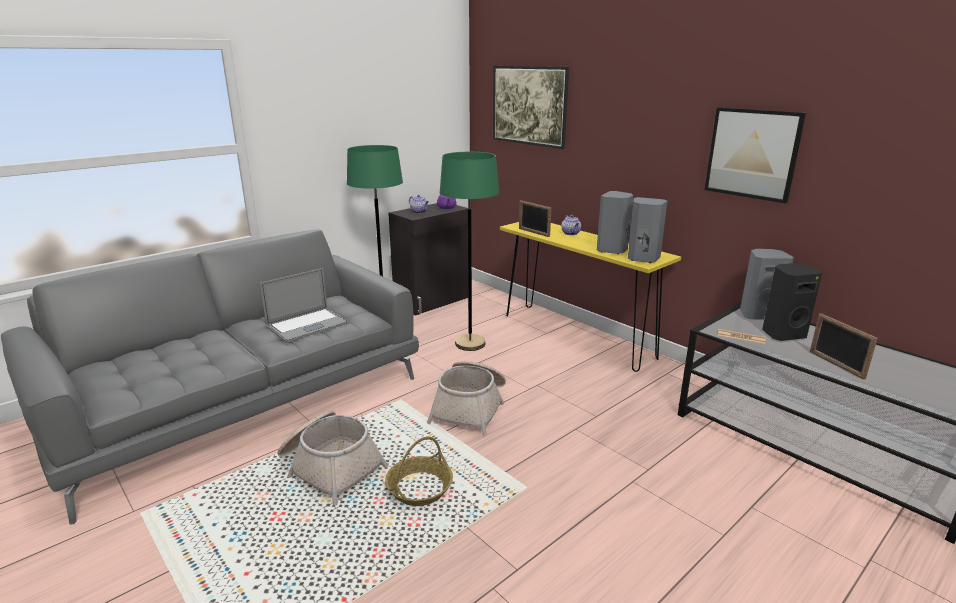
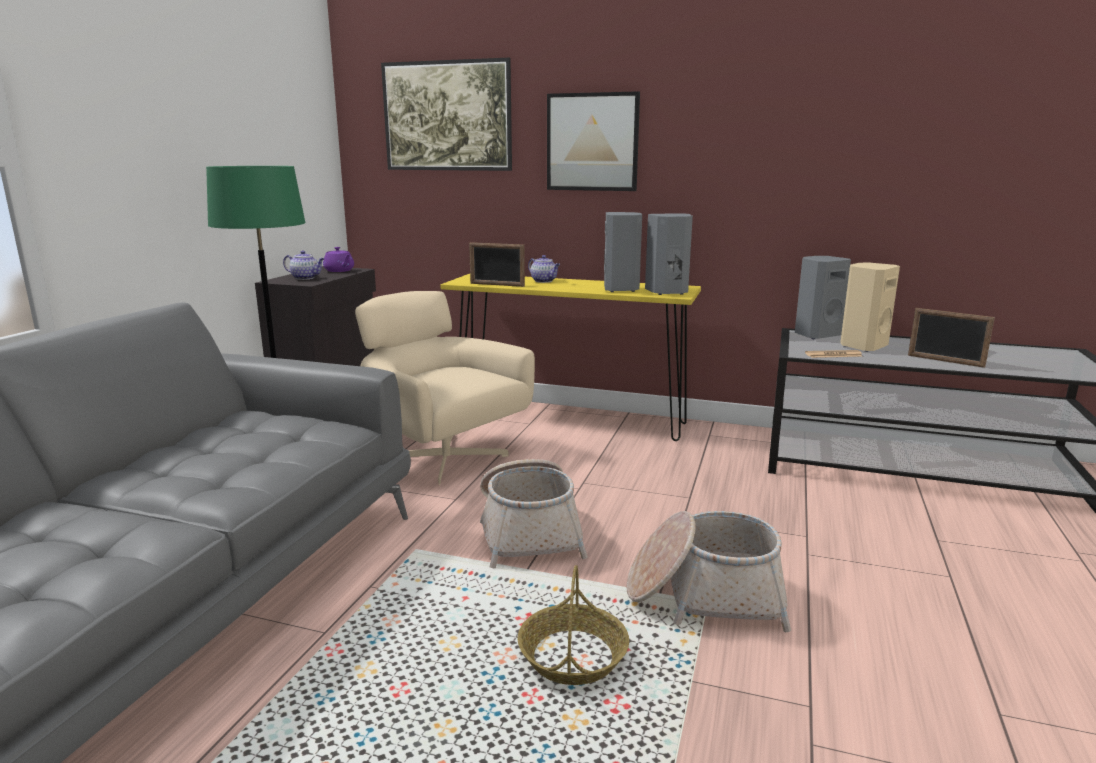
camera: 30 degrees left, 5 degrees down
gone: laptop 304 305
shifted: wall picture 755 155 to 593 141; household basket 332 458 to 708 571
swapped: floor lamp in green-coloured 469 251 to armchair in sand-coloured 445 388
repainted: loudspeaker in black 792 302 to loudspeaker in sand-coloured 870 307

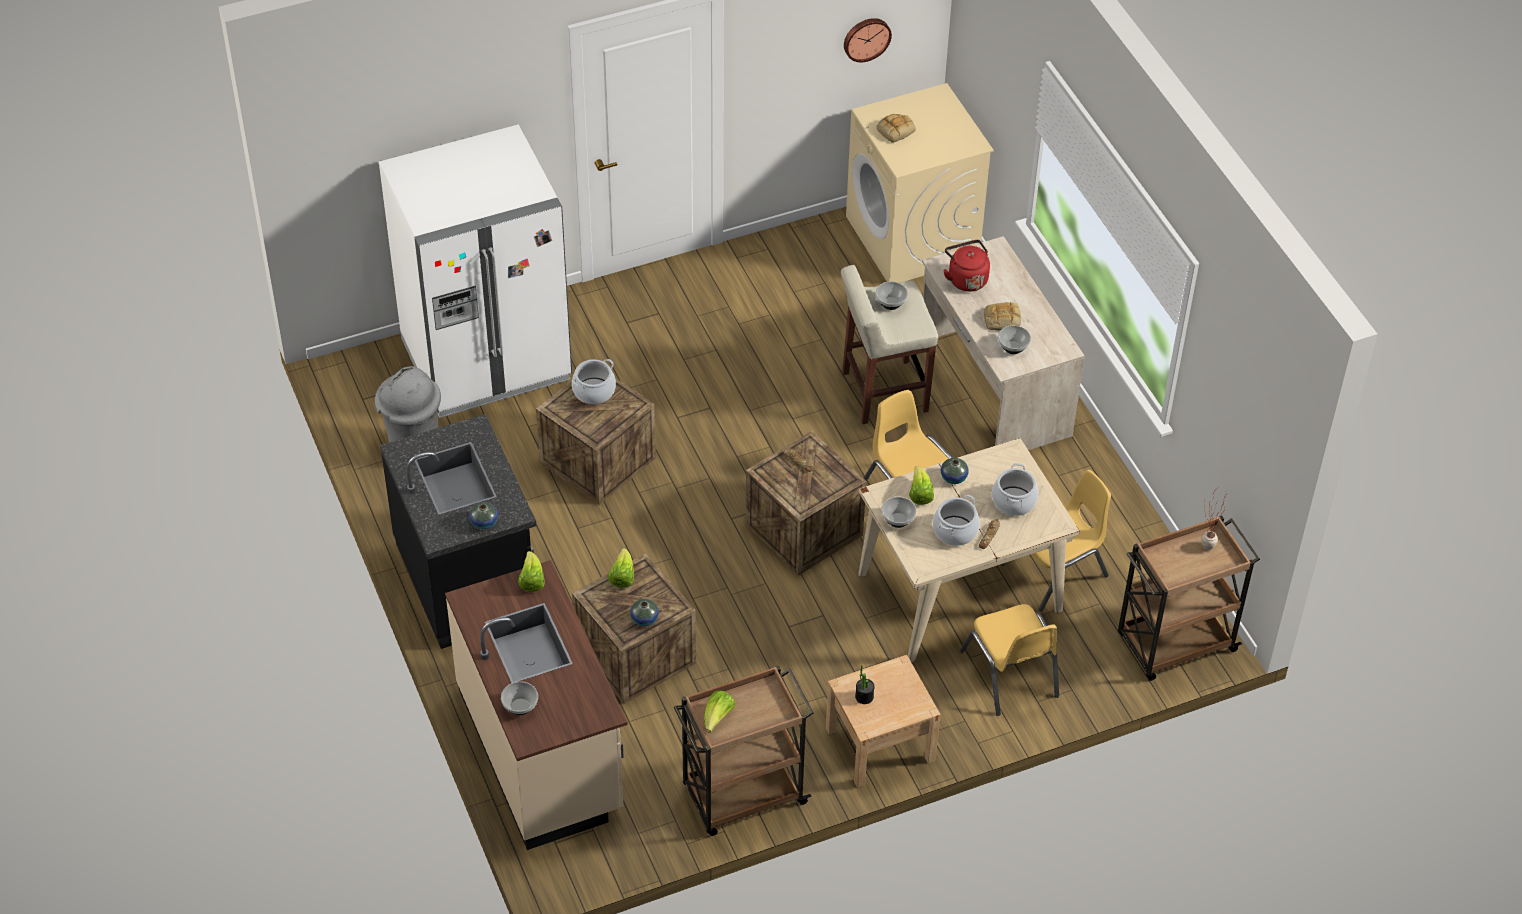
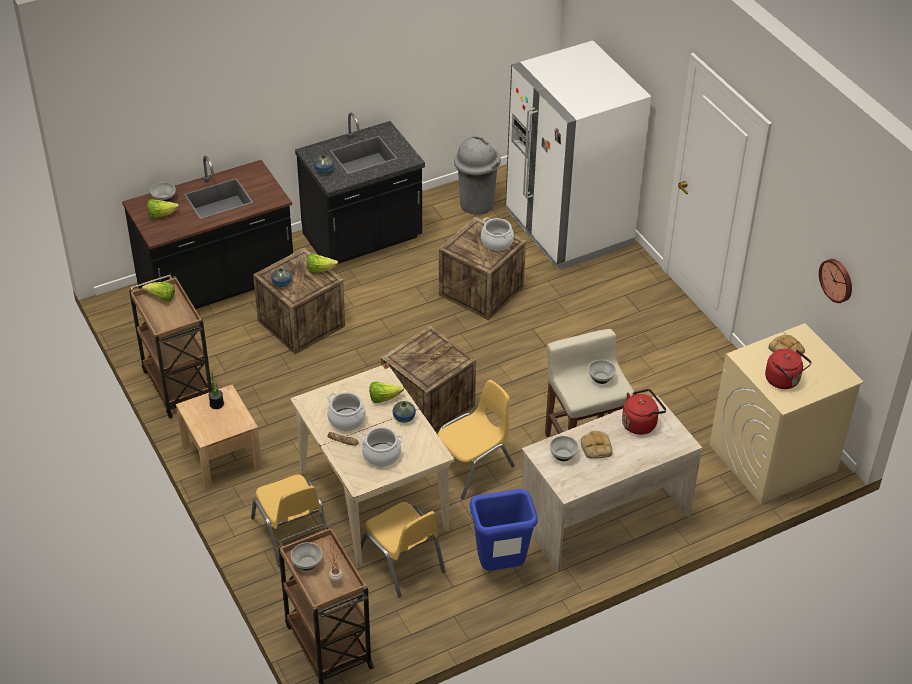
camera: 85 degrees right, 5 degrees down
new: kettle in red 788 369; waste bin in blue-coloured 504 530
shifted: serving bowl 899 512 to 306 556; head of lettuce 531 571 to 163 209
repainted: kitchen base unit in sand-coloured 536 705 to kitchen base unit in black 207 232
rotated: upright chair in yellow 1009 660 = 289 521 90 degrees counterclockwise

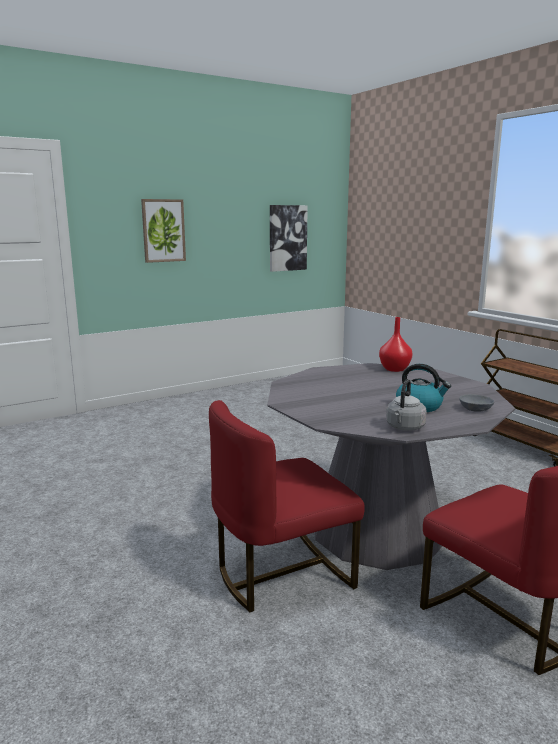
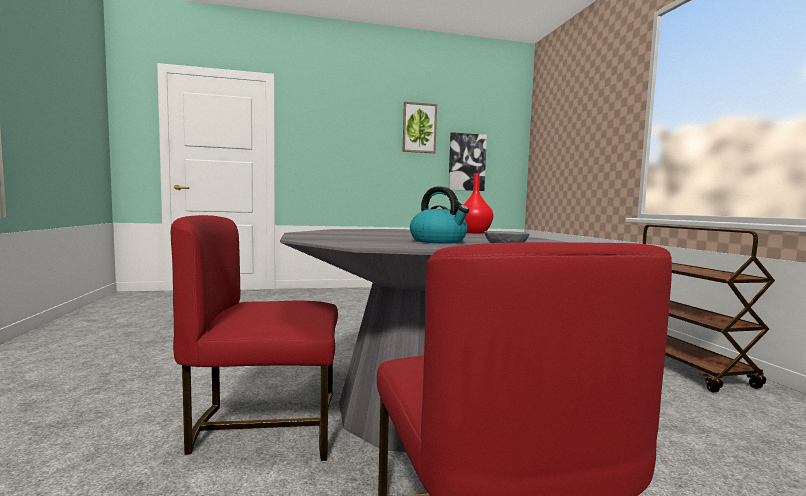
camera: 20 degrees right, 10 degrees down
gone: kettle in gray 406 405
shifted: wall picture 163 231 to 420 127

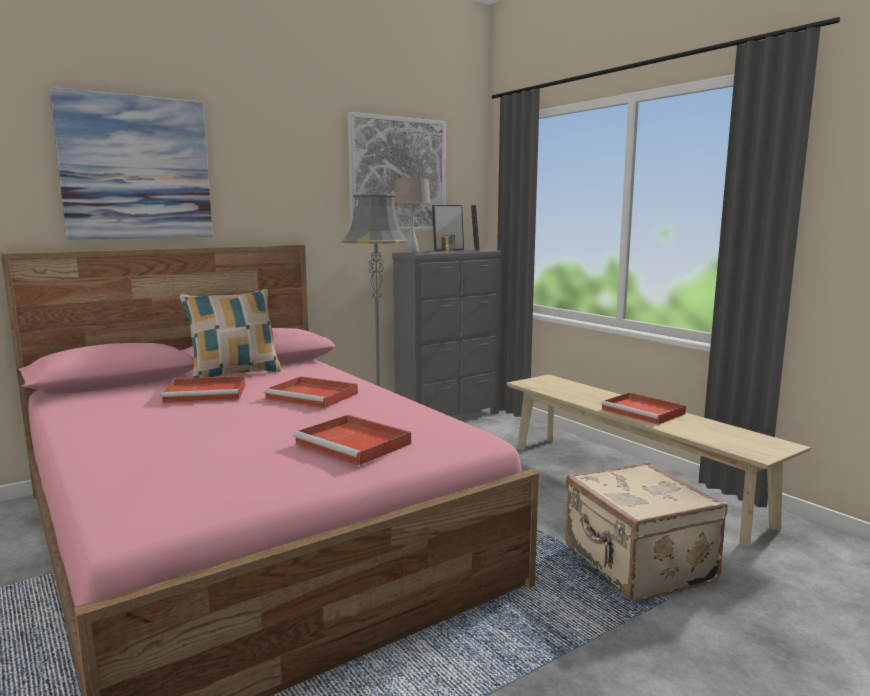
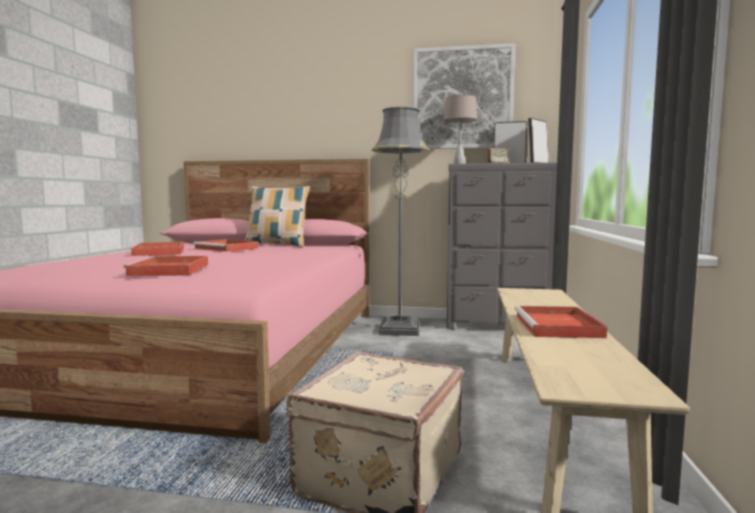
camera: 45 degrees right, 5 degrees down
gone: wall picture 131 163
shifted: tray in red 311 392 to 156 249

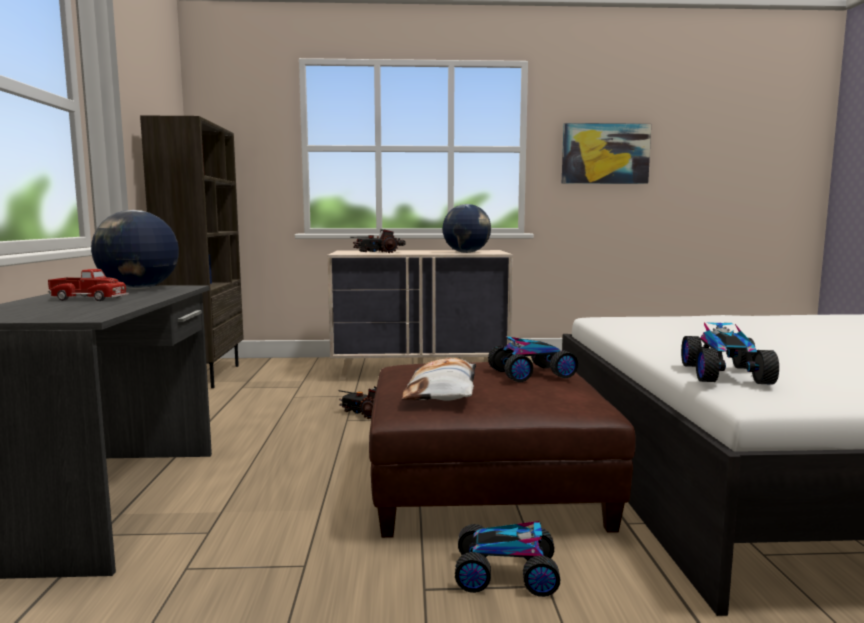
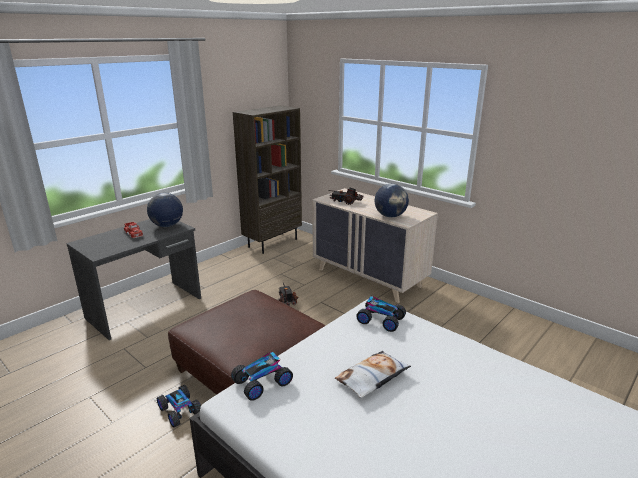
camera: 45 degrees right, 15 degrees up
gone: wall picture 606 153
shifted: toy car 533 359 to 381 314; throw pillow 439 379 to 373 374

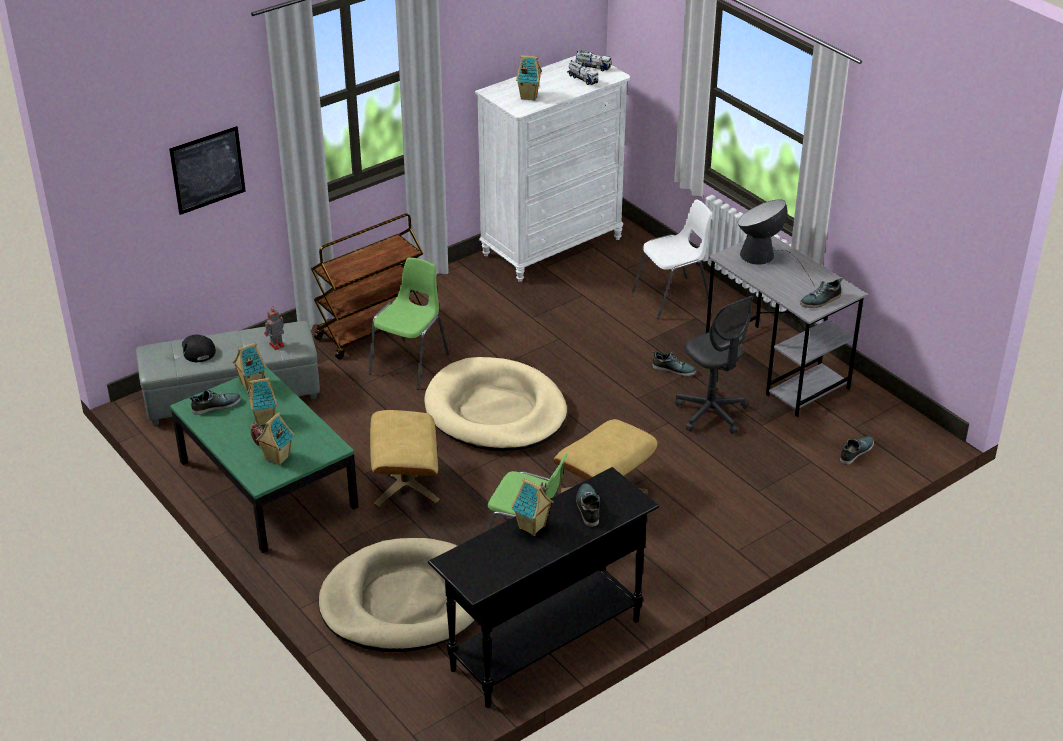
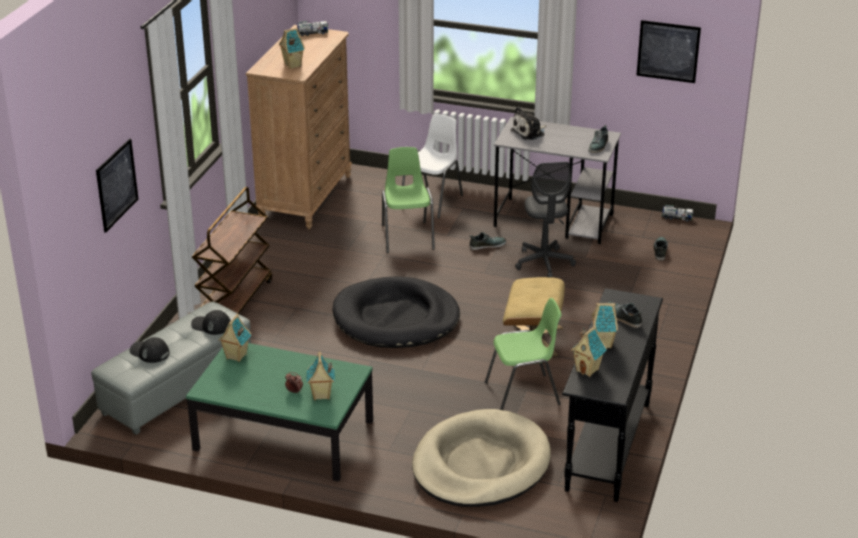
camera: 35 degrees left, 5 degrees down
gone: shoe 215 402; pouffe in sand-coloured 405 458
new: wall picture 668 51
shifted: model truck 582 72 to 677 213; upright chair in green-coloured 409 324 to 408 200; toy house 262 400 to 589 351
swapped: tabletop lamp 776 243 to soft toy 528 123; toy robot 274 328 to baseball cap in black 211 322
repainted: drawer chest in white 552 167 to drawer chest in brownish 299 127; dog cushion in sand-coloured 495 404 to dog cushion in black 396 312
rotated: desk chair in gray 714 365 = 545 220 60 degrees clockwise

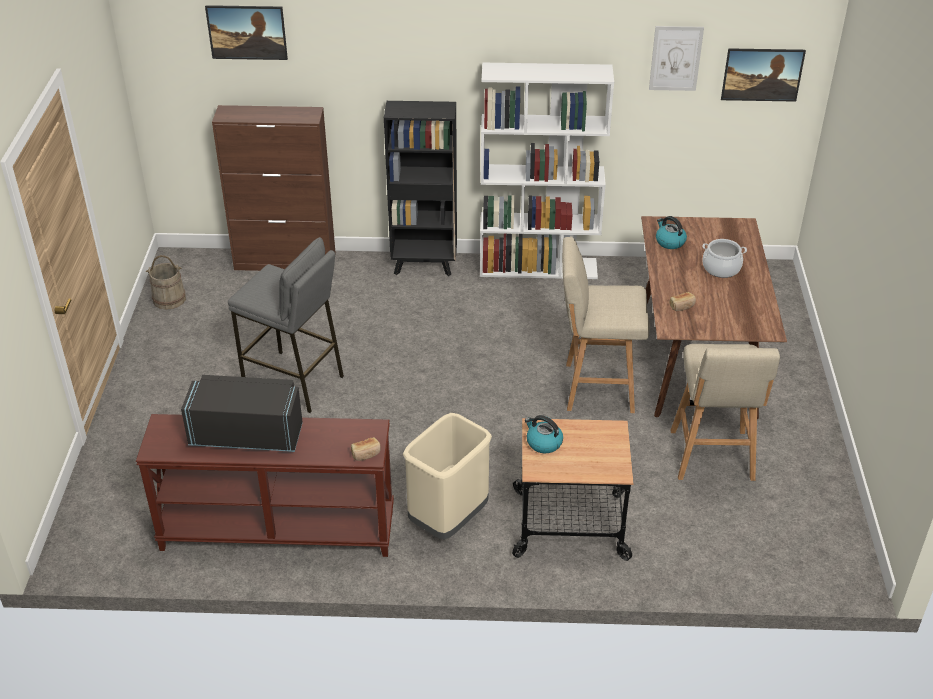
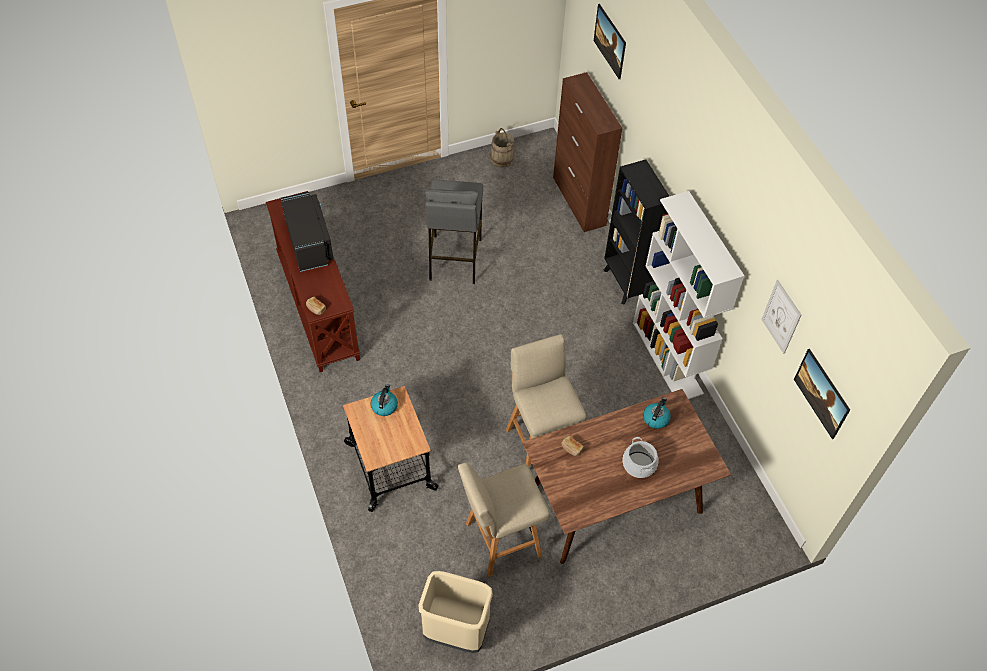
camera: 65 degrees right, 15 degrees up
shifted: waste bin in sand-coloured 447 476 to 455 612

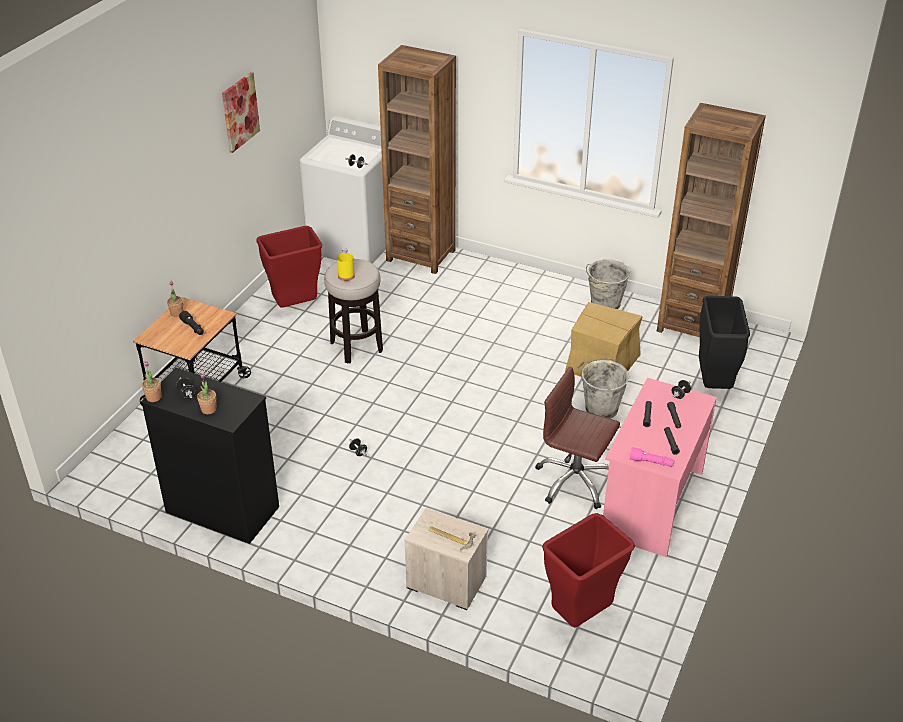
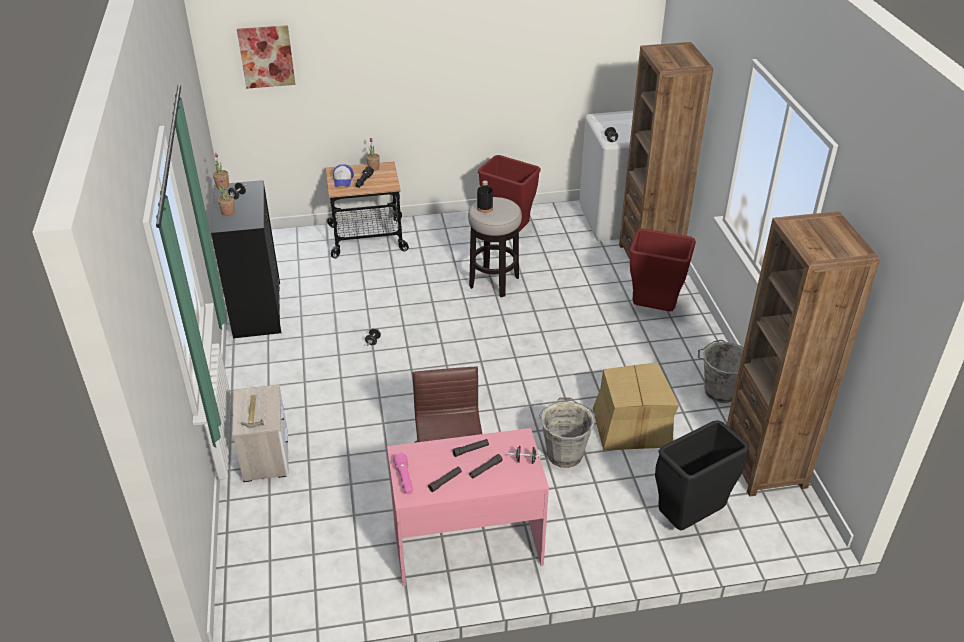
camera: 55 degrees right, 0 degrees up
new: baseball cap 343 175
shifted: wall picture 241 112 to 266 57; waste bin in red 588 570 to 663 269
repainted: drink bottle in yellow 346 264 to drink bottle in black 485 197

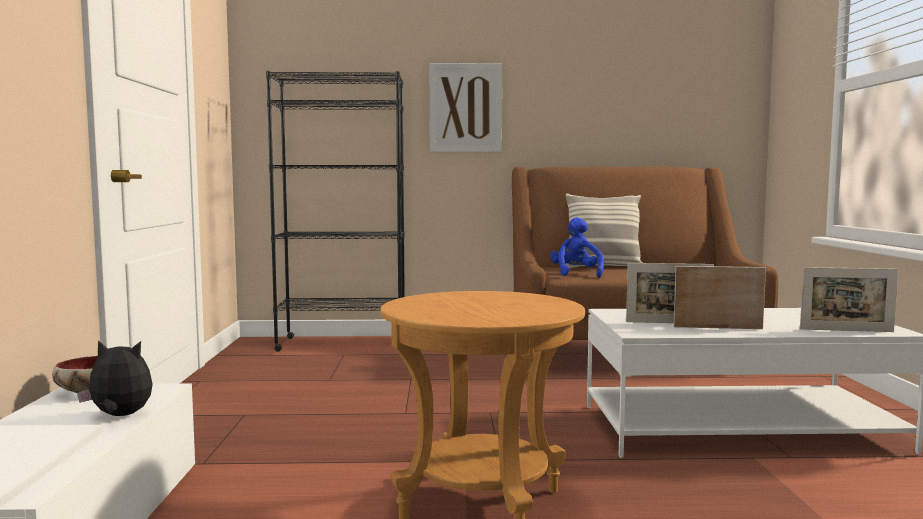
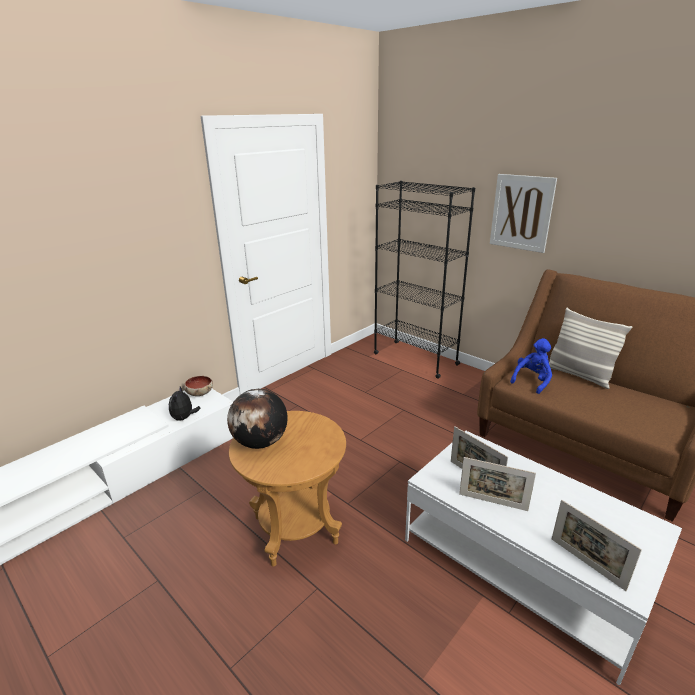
camera: 45 degrees right, 20 degrees up
new: globe 257 419
rotated: photo frame 720 297 = 497 484 150 degrees clockwise; soft toy 115 378 = 185 403 135 degrees counterclockwise

